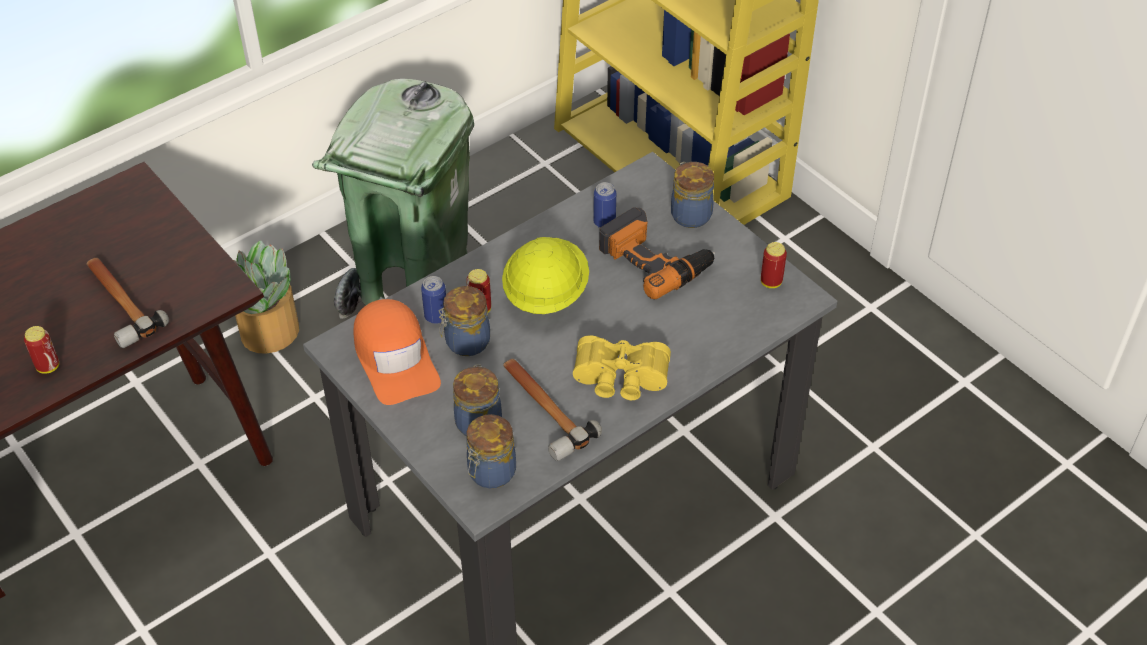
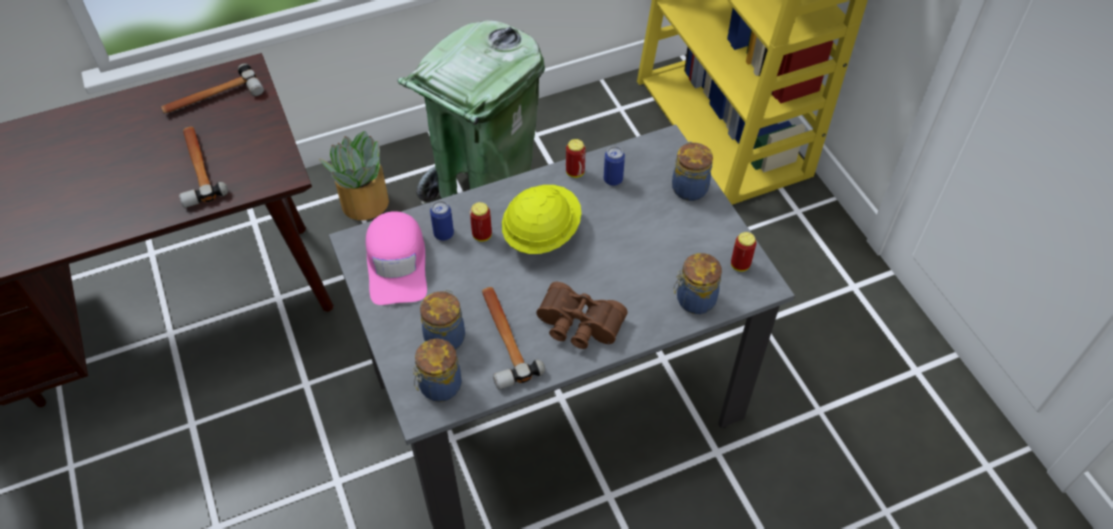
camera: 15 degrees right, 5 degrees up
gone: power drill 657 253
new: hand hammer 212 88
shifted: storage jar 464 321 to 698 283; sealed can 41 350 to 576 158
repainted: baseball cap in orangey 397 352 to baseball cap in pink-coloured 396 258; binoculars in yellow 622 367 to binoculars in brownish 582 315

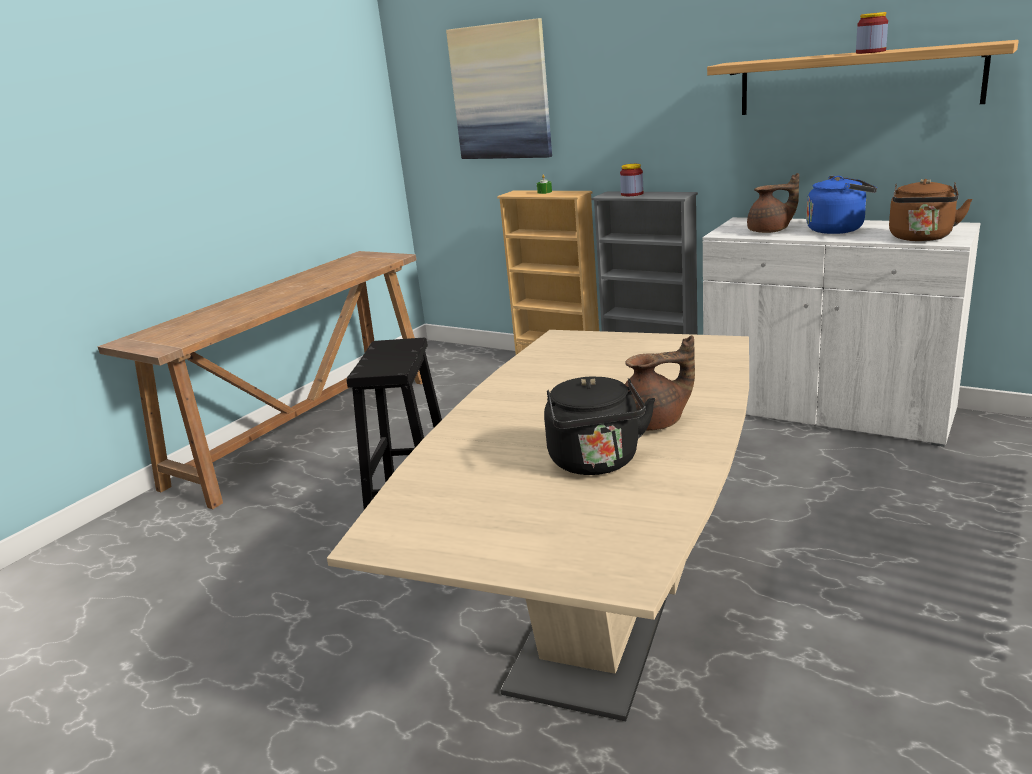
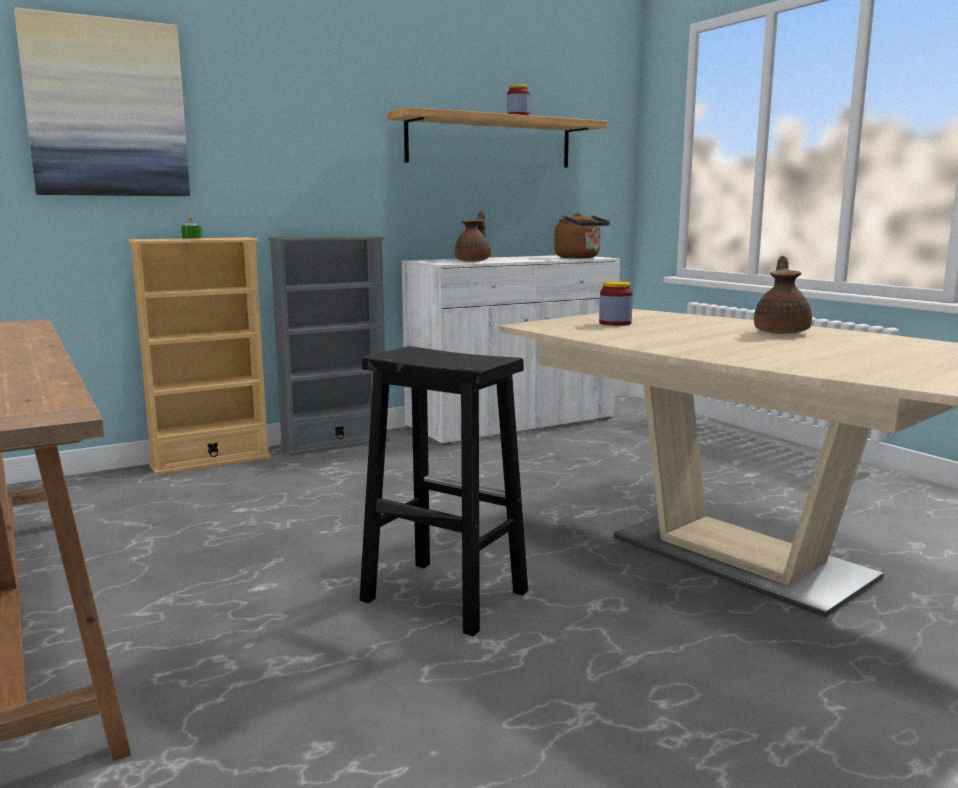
camera: 65 degrees left, 10 degrees down
gone: kettle in blue-coloured 841 205; kettle in black 599 426
shifted: storage jar 631 180 to 616 303

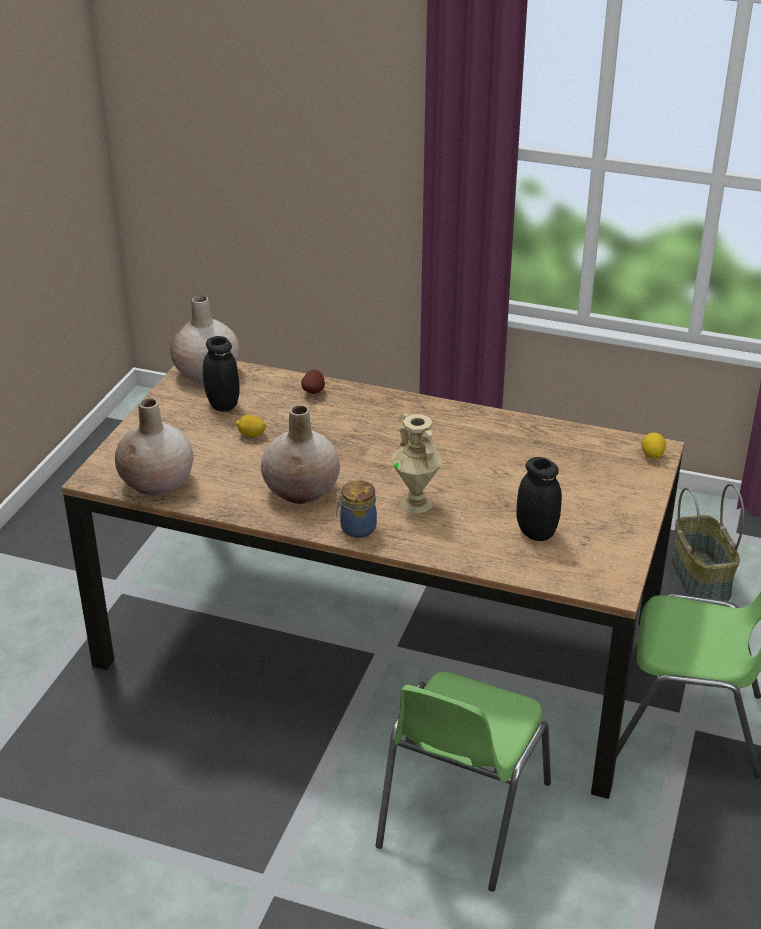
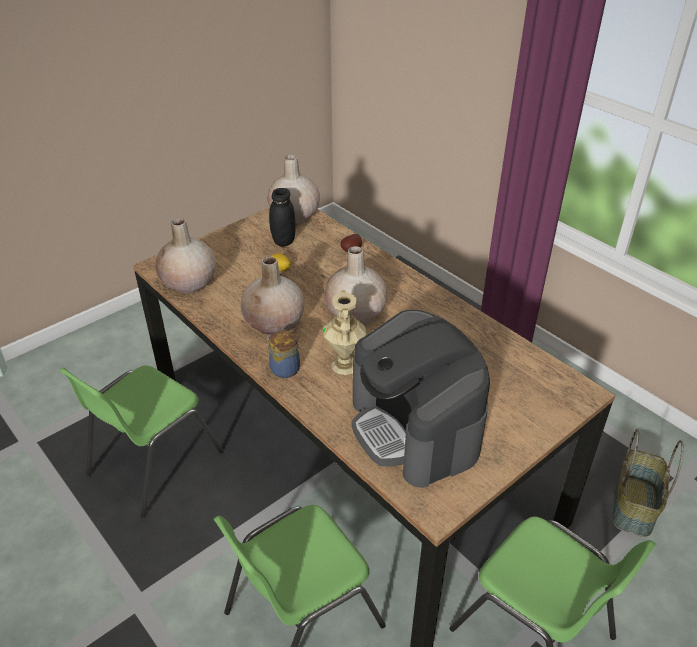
camera: 30 degrees right, 5 degrees up
gone: citrus fruit 654 446
new: flower vase in sand-coloured 356 284; upright chair in green-coloured 142 441
swapped: storage jar in black 539 499 to coffee machine 421 399

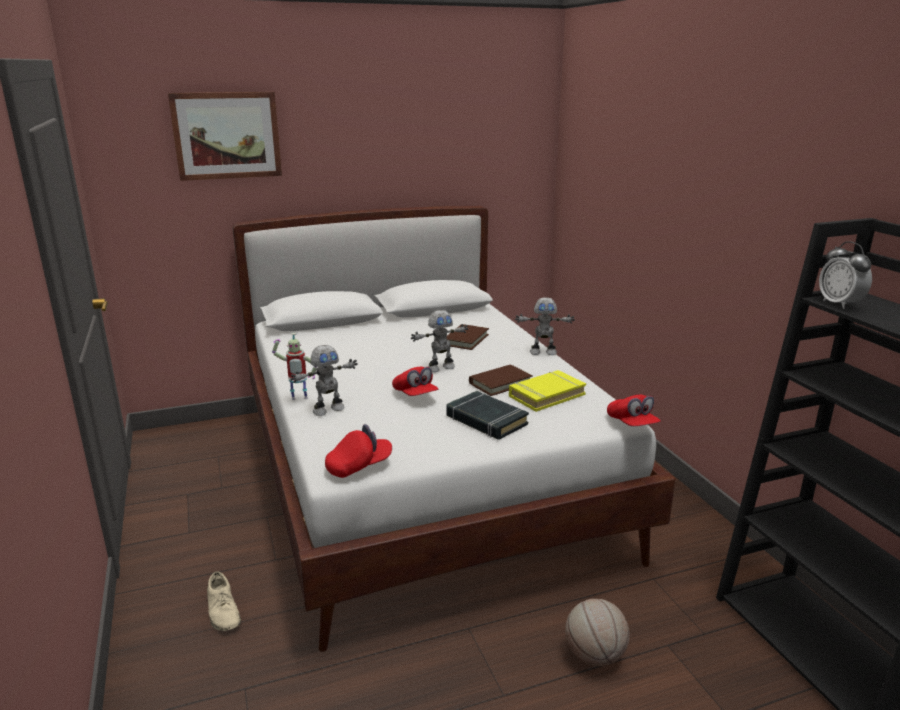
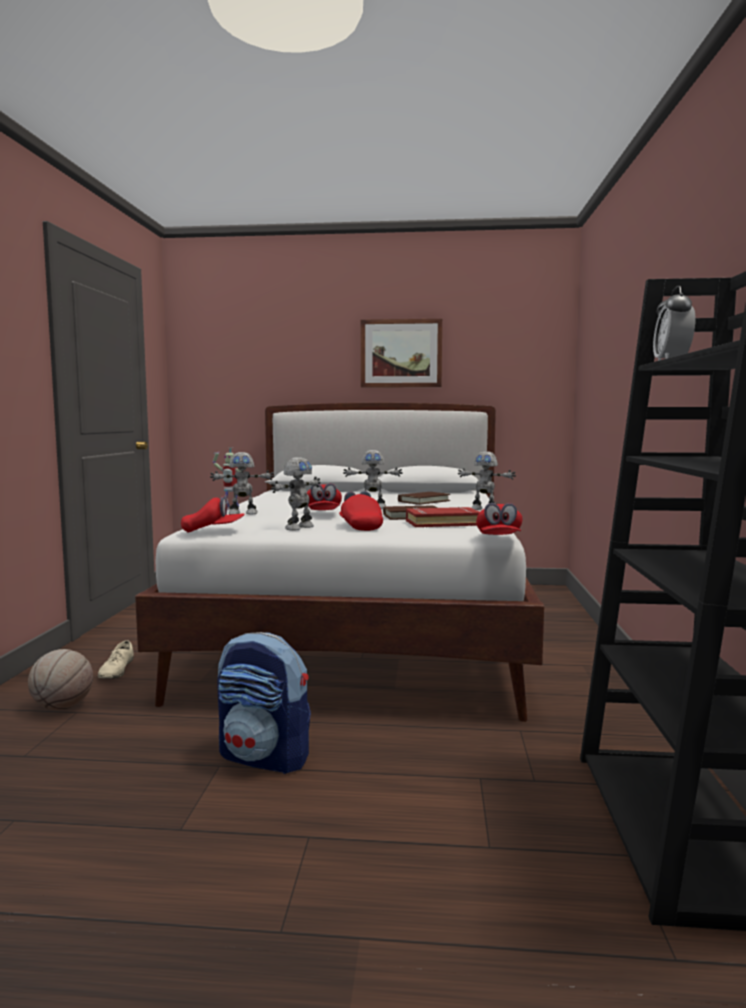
camera: 25 degrees right, 15 degrees down
new: toy robot 296 493; knapsack 264 703
shifted: wall picture 225 136 to 401 353; ball for basketball 597 632 to 60 679
swapped: bound book in black 487 415 to baseball cap in red 361 511
repainted: bound book in yellow 547 391 to bound book in red 443 517

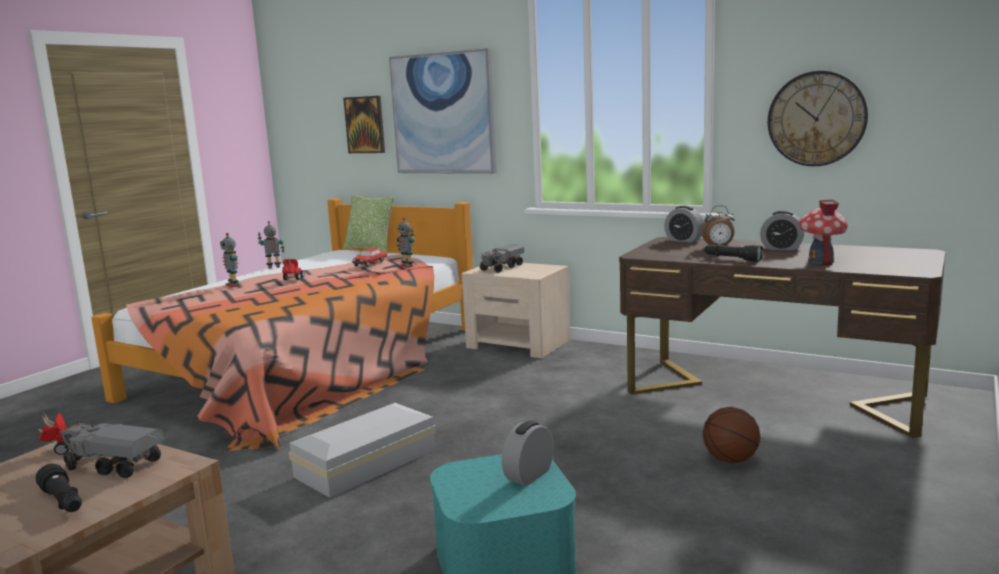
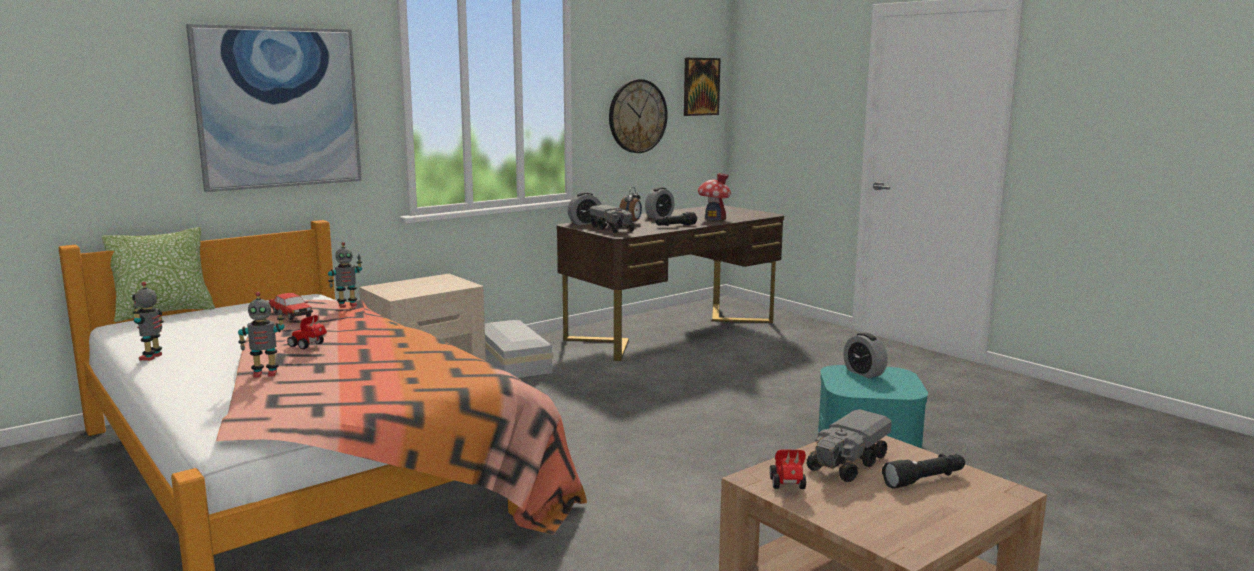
camera: 70 degrees left, 0 degrees up
gone: ball for basketball 731 435
shifted: wall picture 364 124 to 702 87; model truck 502 258 to 612 219; storage box in white 362 450 to 519 349

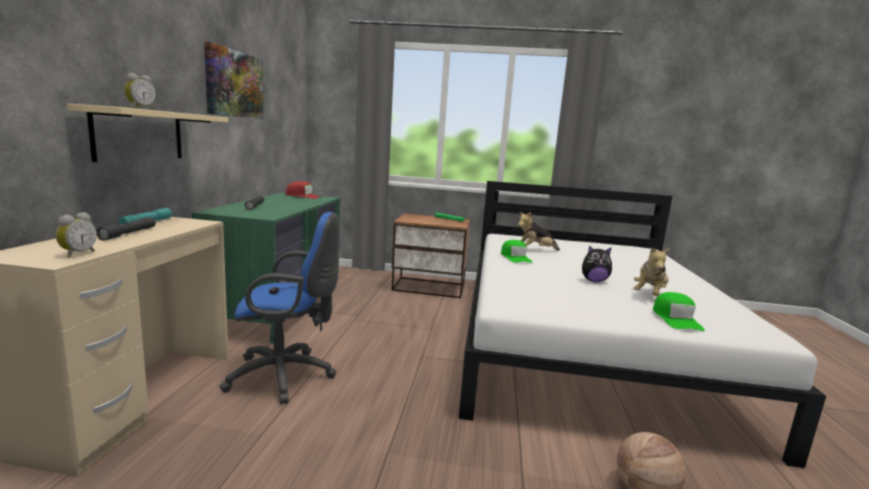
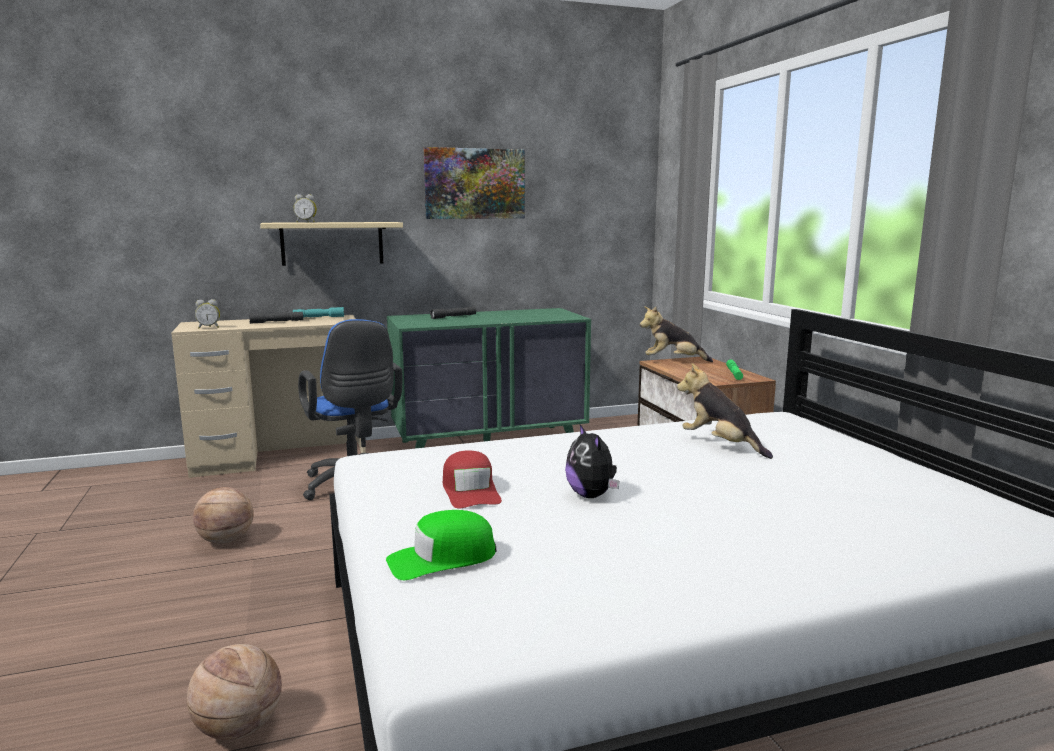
camera: 65 degrees right, 0 degrees up
gone: baseball cap in green-coloured 516 251
new: ball for basketball 223 515
shifted: baseball cap in red 303 190 to 472 479; soft toy 652 271 to 676 334

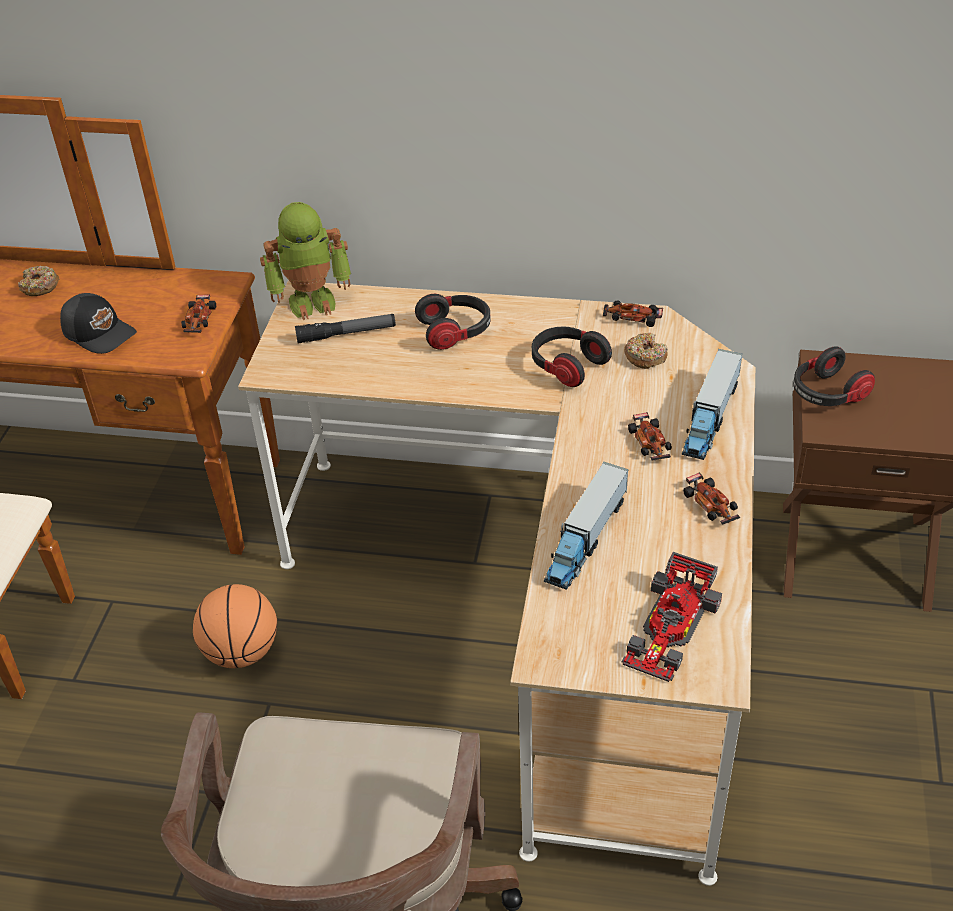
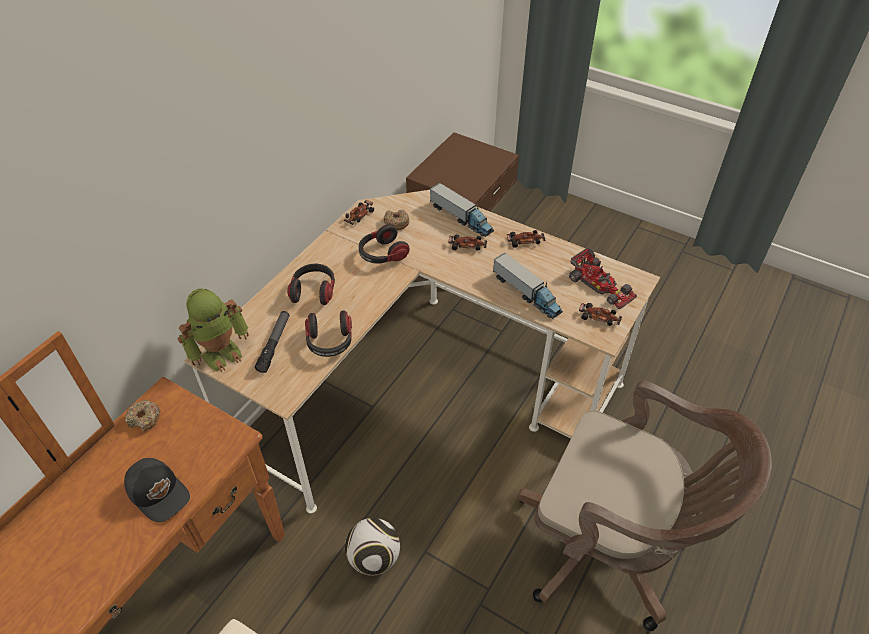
camera: 70 degrees left, 5 degrees up
shifted: donut 38 281 to 143 415; toy car 198 313 to 600 314; pair of headphones 834 376 to 328 333
swapped: ball for basketball 235 626 to football ball 372 546
rotated: toy robot 305 261 = 213 330 45 degrees clockwise; baseball cap in black 98 323 = 157 490 75 degrees clockwise

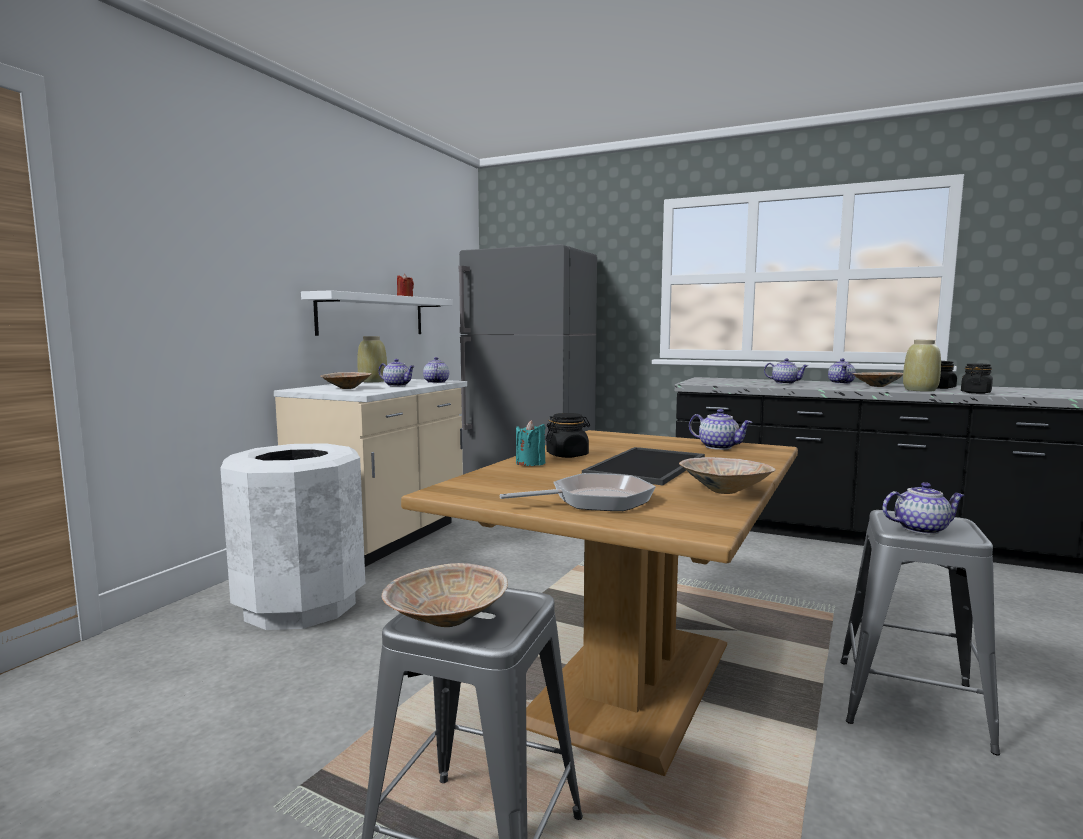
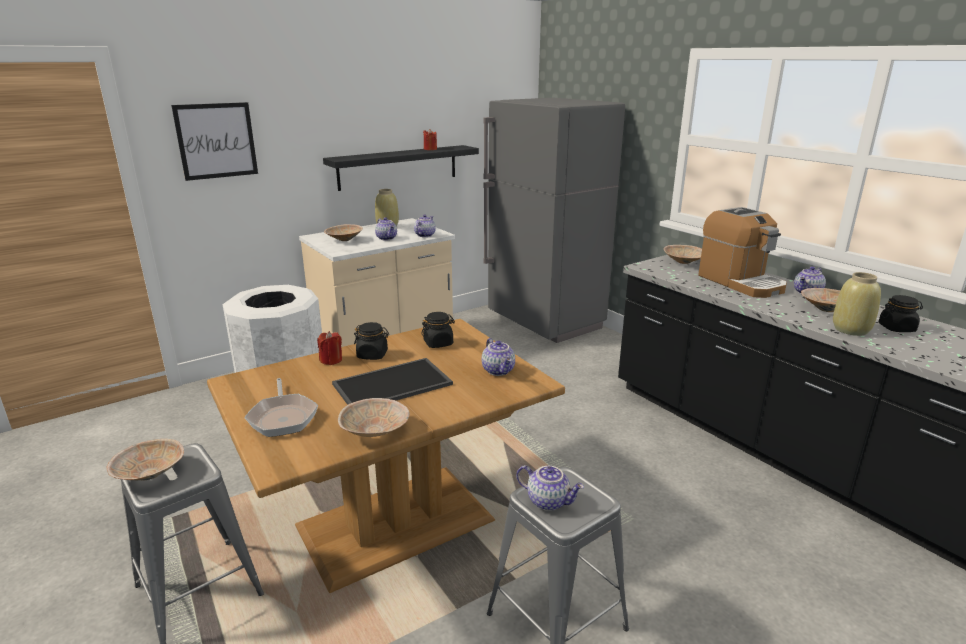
camera: 30 degrees right, 15 degrees up
new: wall picture 214 141; serving bowl in sand-coloured 683 254
shifted: storage jar in black 977 378 to 438 330
swapped: pot for tea 786 371 to coffee machine 742 252
repainted: shelf in white 377 313 to shelf in black 401 168; wax light in turquoise 531 443 to wax light in red 329 348
rotated: frying pan 578 492 = 281 407 60 degrees clockwise

